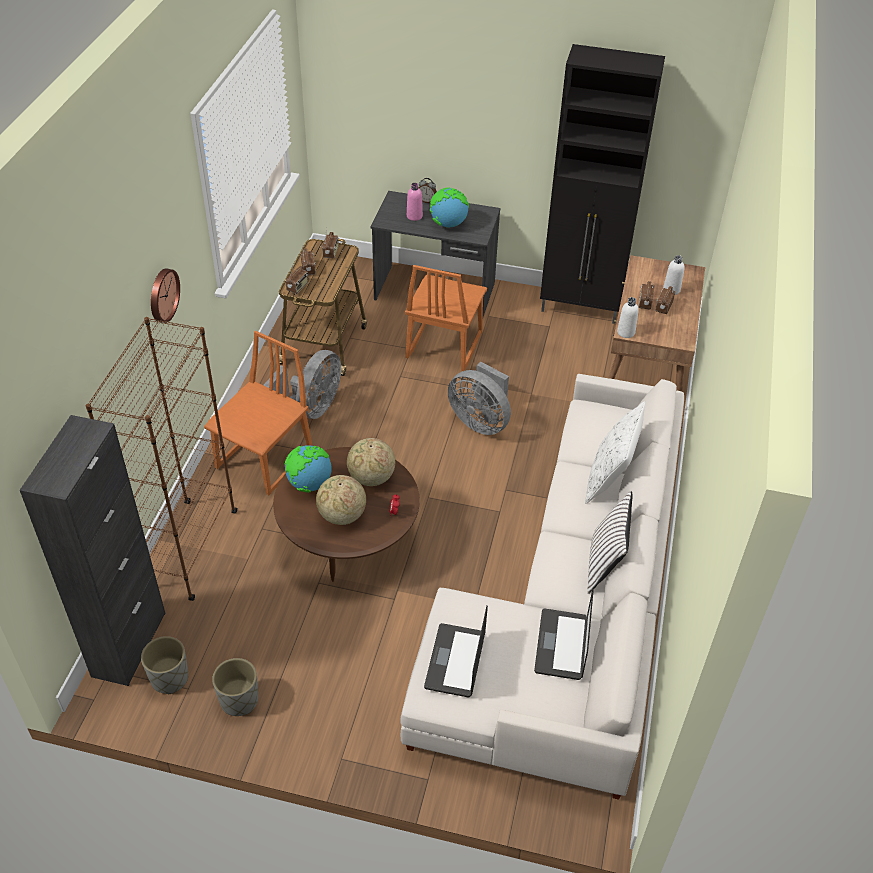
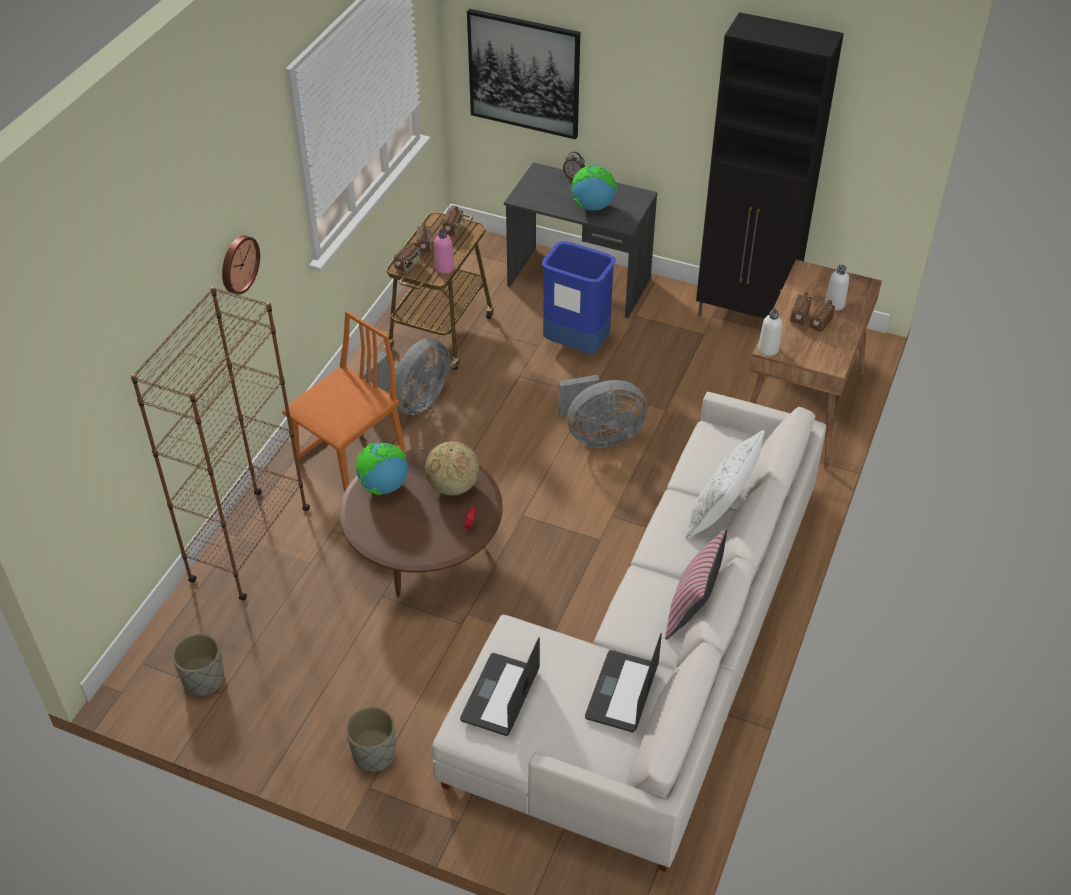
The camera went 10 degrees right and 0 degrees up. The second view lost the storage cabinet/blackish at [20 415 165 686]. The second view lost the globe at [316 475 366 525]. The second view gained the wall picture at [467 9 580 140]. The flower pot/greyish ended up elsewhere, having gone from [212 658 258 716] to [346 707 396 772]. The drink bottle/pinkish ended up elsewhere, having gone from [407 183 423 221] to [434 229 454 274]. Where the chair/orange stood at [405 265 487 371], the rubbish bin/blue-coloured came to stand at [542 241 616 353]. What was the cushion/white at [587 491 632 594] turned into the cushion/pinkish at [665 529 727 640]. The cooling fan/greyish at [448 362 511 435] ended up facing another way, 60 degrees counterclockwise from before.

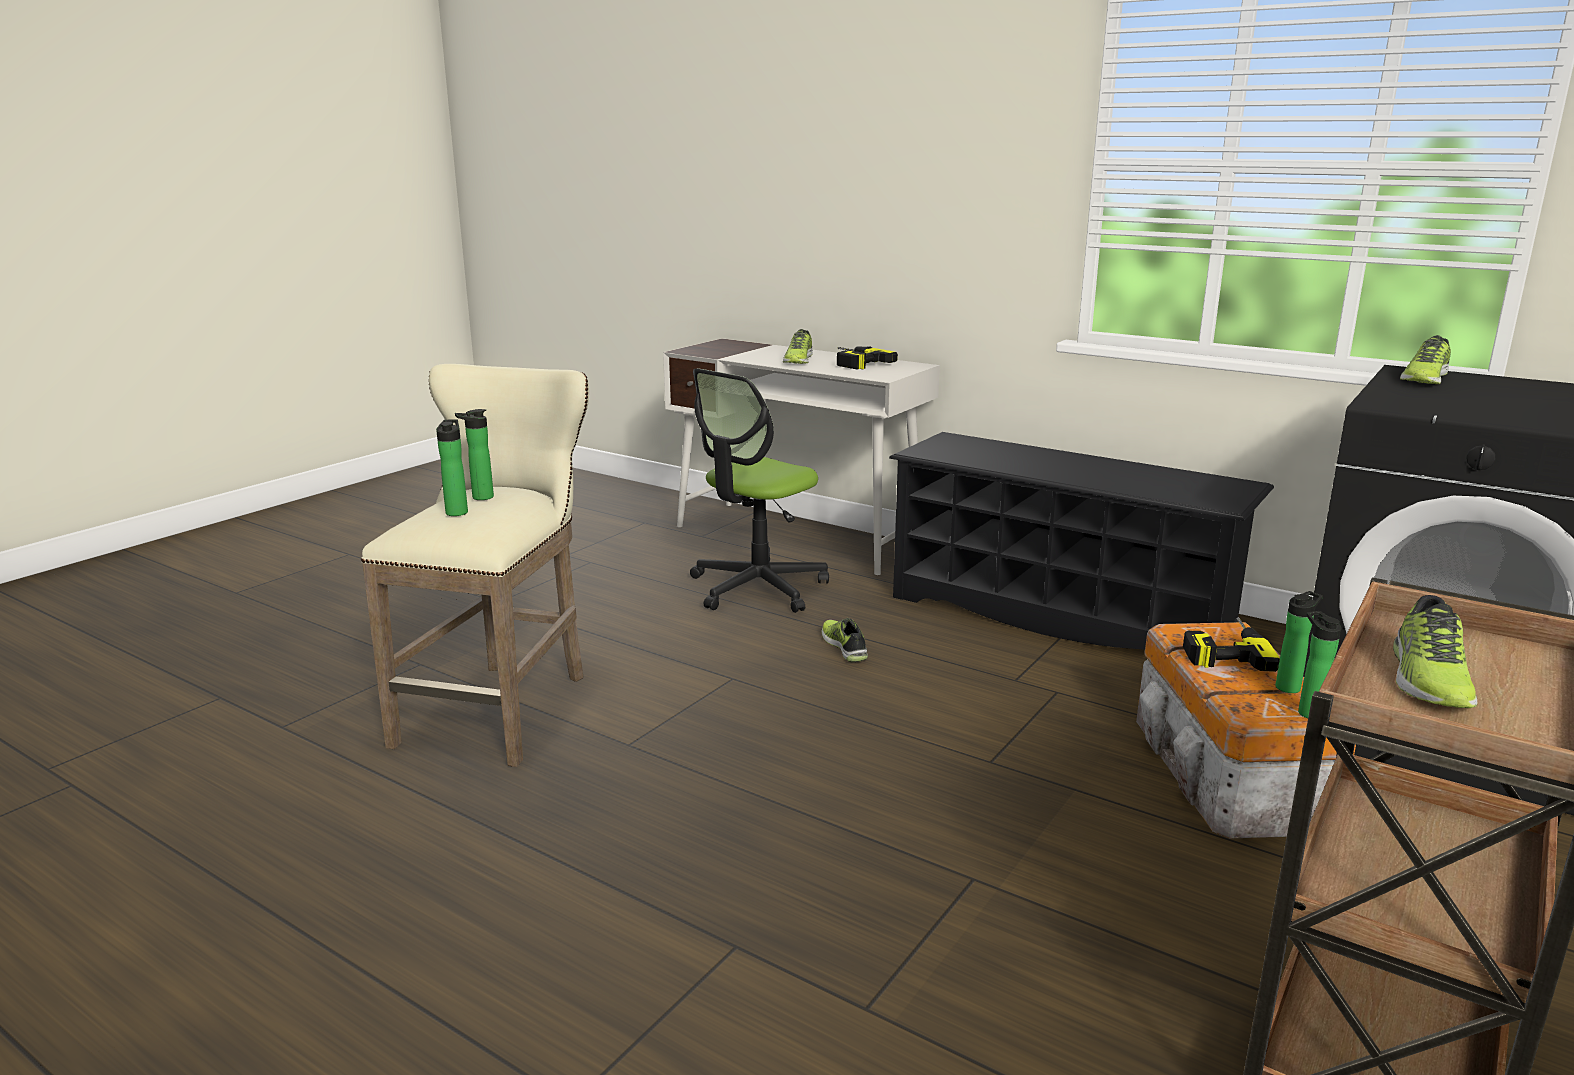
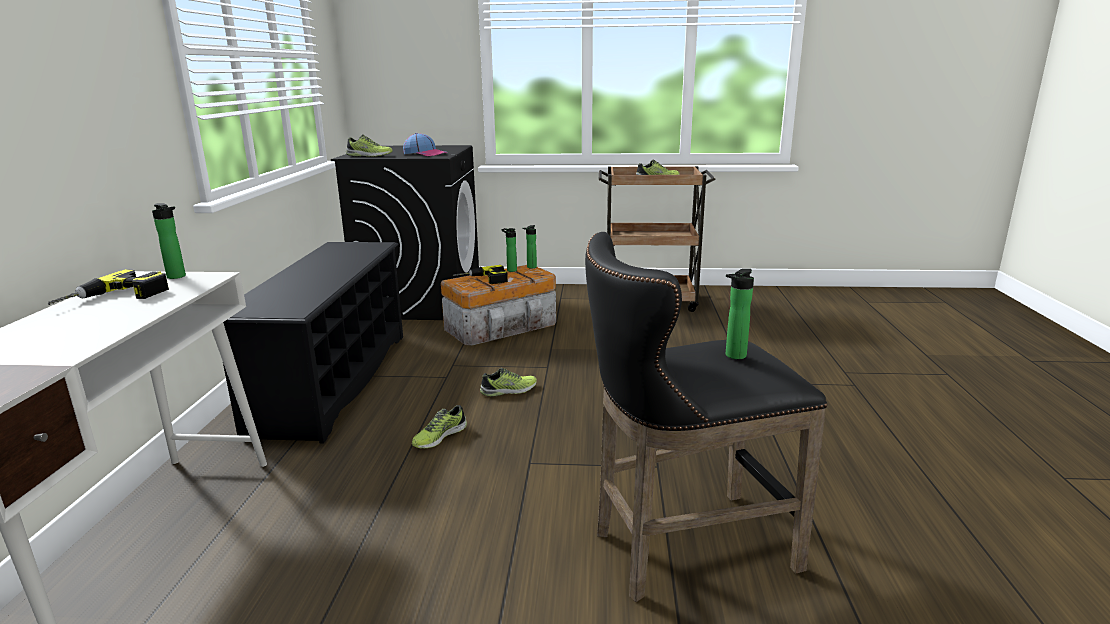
The camera went 120 degrees left and 0 degrees up. The second view lost the desk chair at [690 368 829 613]. The second view gained the cap at [403 133 448 156]. The drink bottle ended up elsewhere, having gone from [455 409 494 500] to [152 203 186 279]. The item of footwear ended up elsewhere, having gone from [783 329 813 364] to [480 368 537 397]. What was the sitting stool/beige at [361 364 589 767] turned into the sitting stool/blackish at [585 232 827 602].

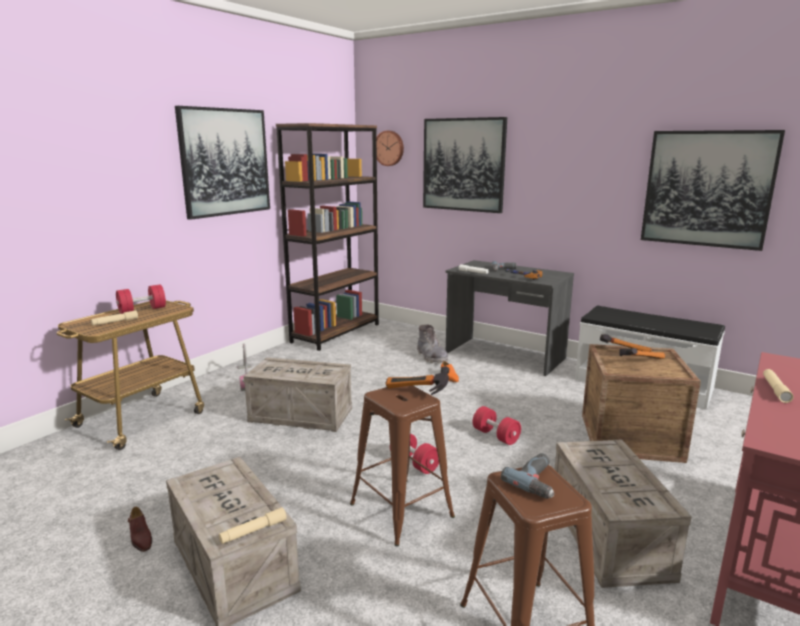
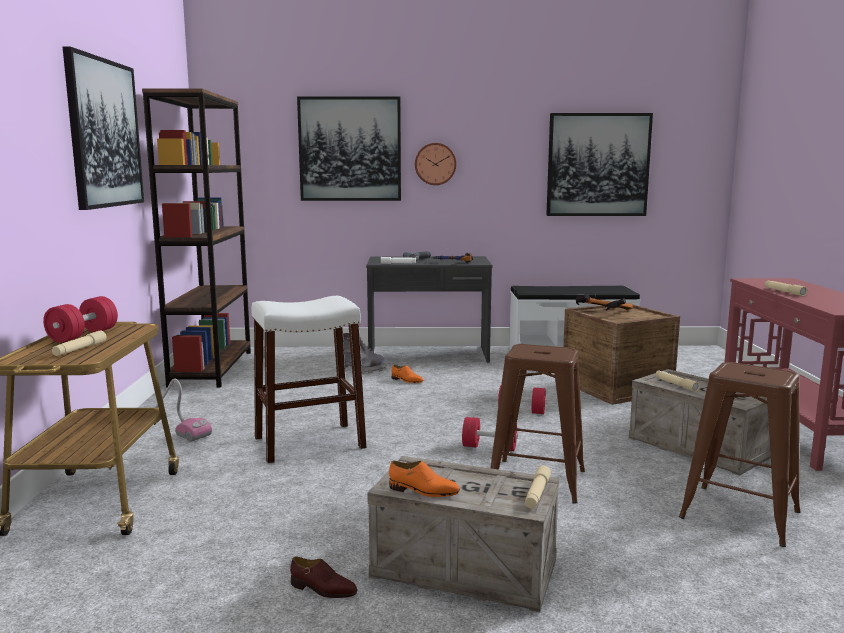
The camera went 35 degrees left and 5 degrees down. The second view lost the hand hammer at [385 366 450 395]. The second view lost the drill at [501 453 554 499]. The second view gained the item of footwear/orange at [389 461 460 497]. The second view gained the torch/beige at [655 371 700 392]. The hanging clock ended up elsewhere, having gone from [377 131 404 166] to [415 143 456 185]. Where the packing crate stood at [243 357 352 432], the sitting stool/white came to stand at [251 296 367 464].

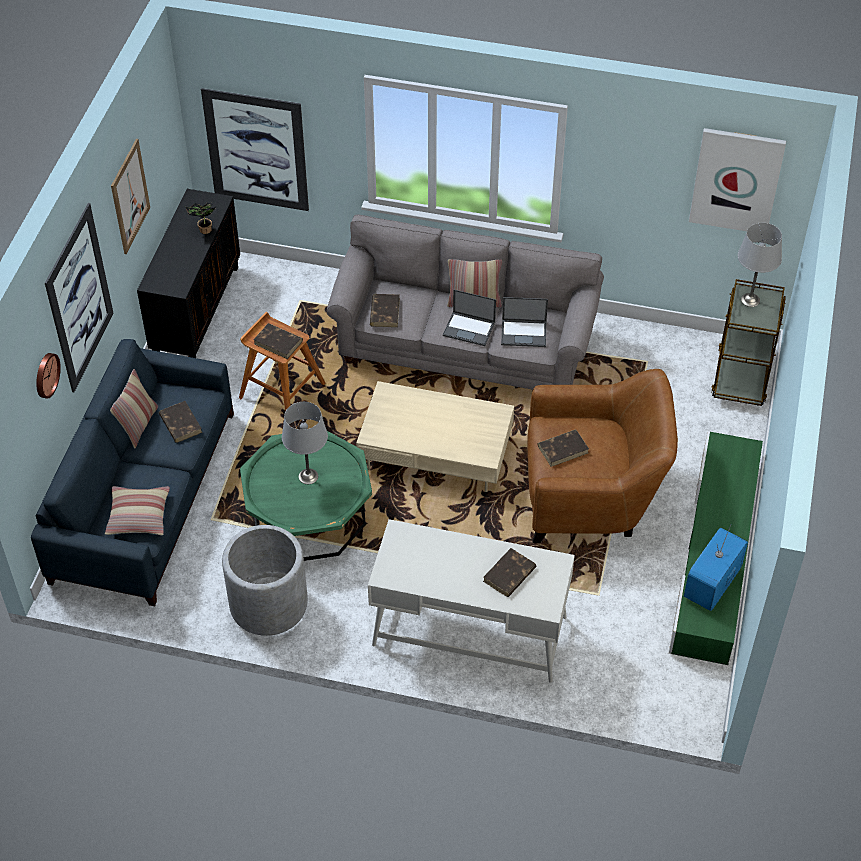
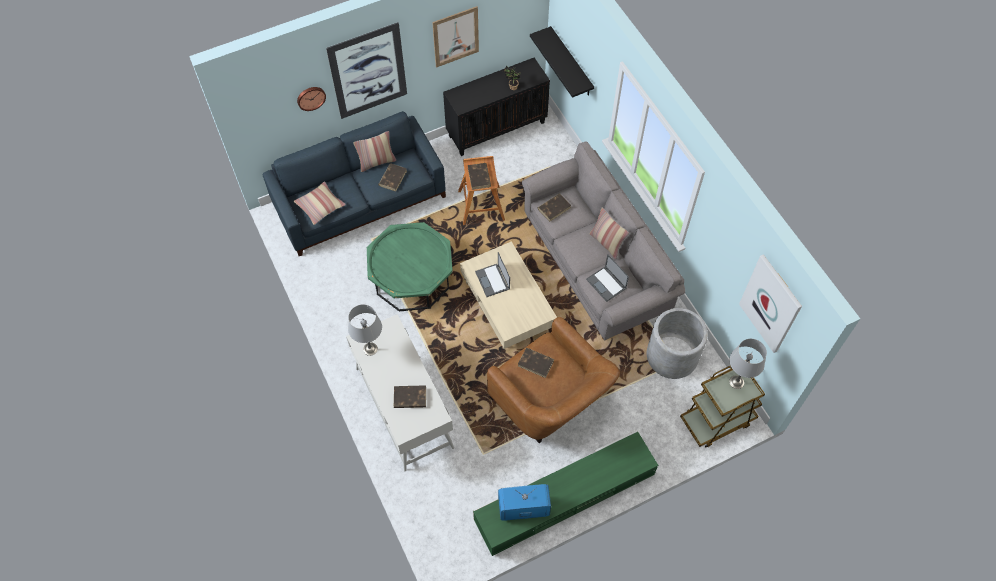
The camera went 50 degrees right and 10 degrees up. The flower pot/greyish ended up elsewhere, having gone from [222 525 308 636] to [647 308 708 379]. The table lamp/greyish ended up elsewhere, having gone from [282 402 328 484] to [348 304 382 356]. The notebook computer ended up elsewhere, having gone from [443 290 496 346] to [475 252 510 297]. Where the wall picture hung at [201 88 309 211], the bracket shelf/blackish came to hang at [530 26 594 98].

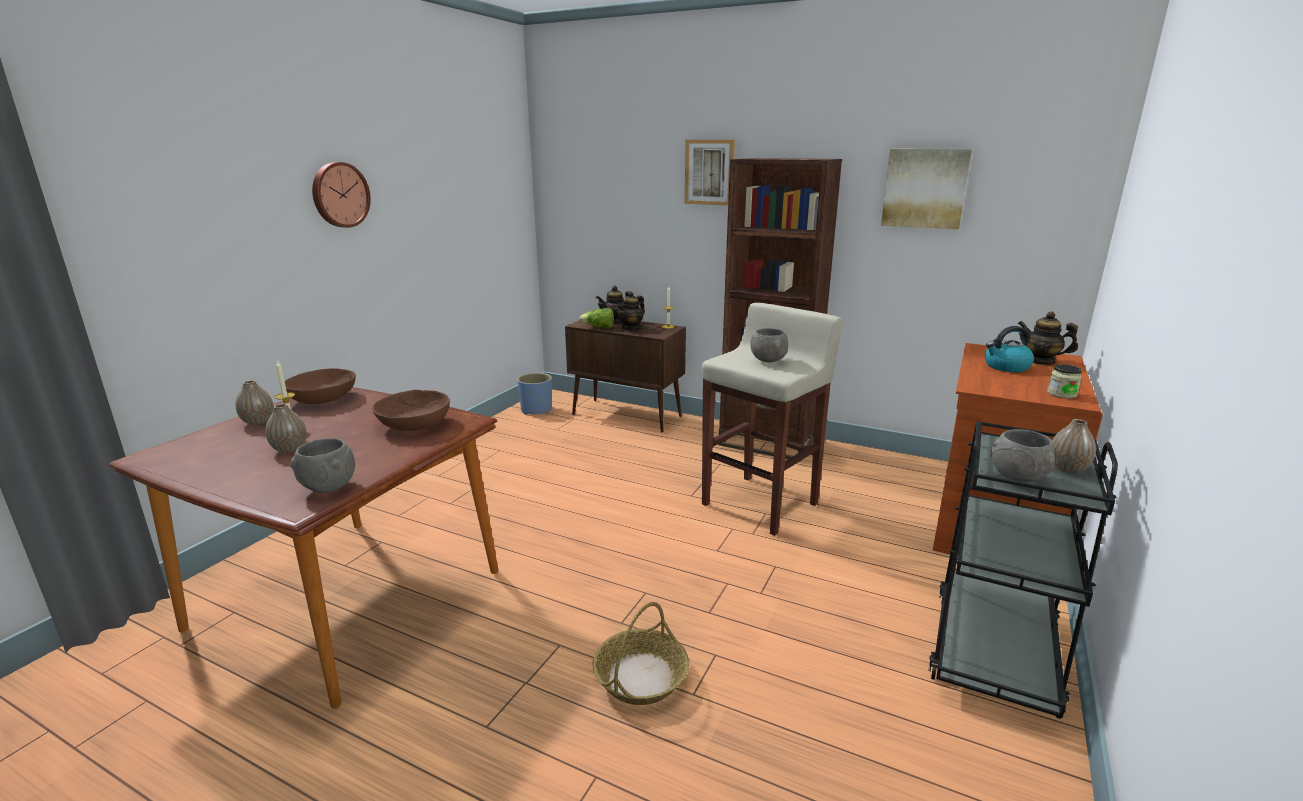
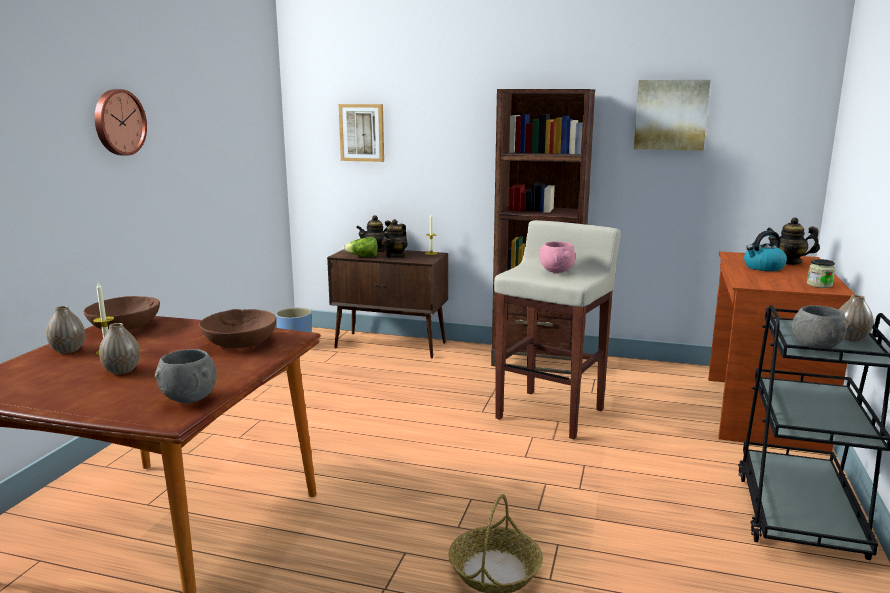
The camera went 10 degrees left and 5 degrees down. The wall picture ended up elsewhere, having gone from [685 140 735 205] to [339 104 384 162]. What was the bowl/greyish at [750 328 788 363] turned into the bowl/pinkish at [539 242 575 273].

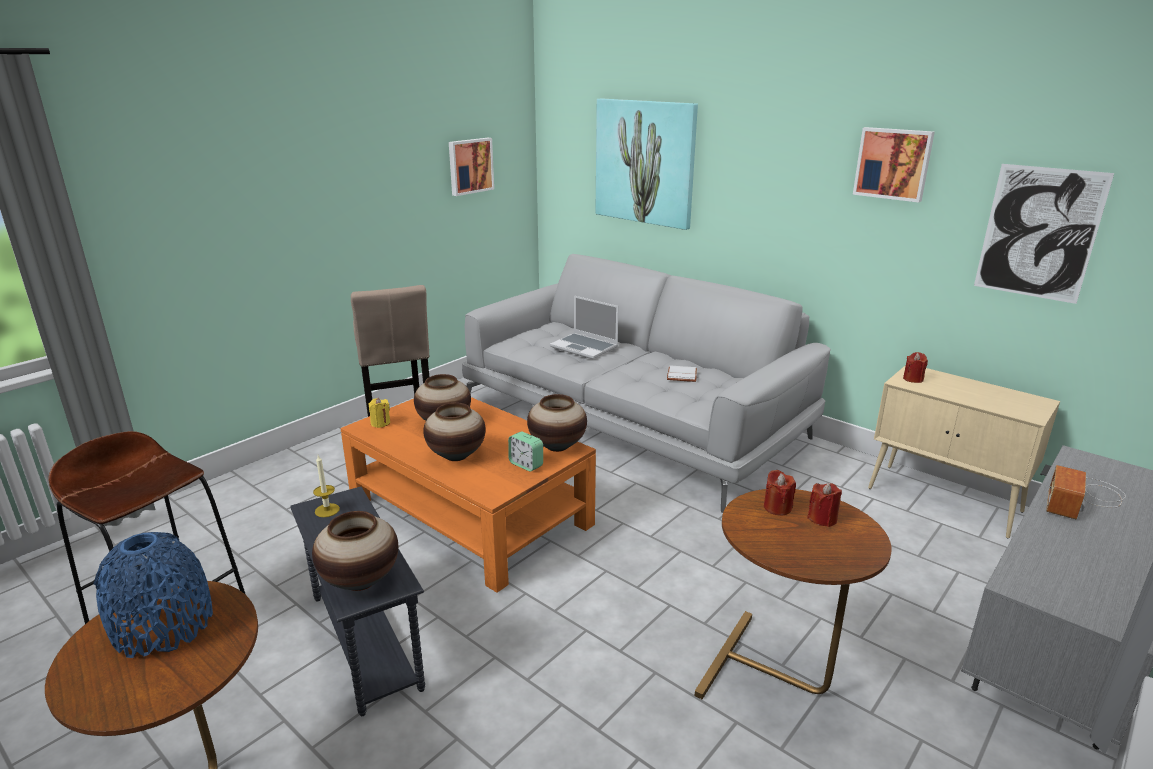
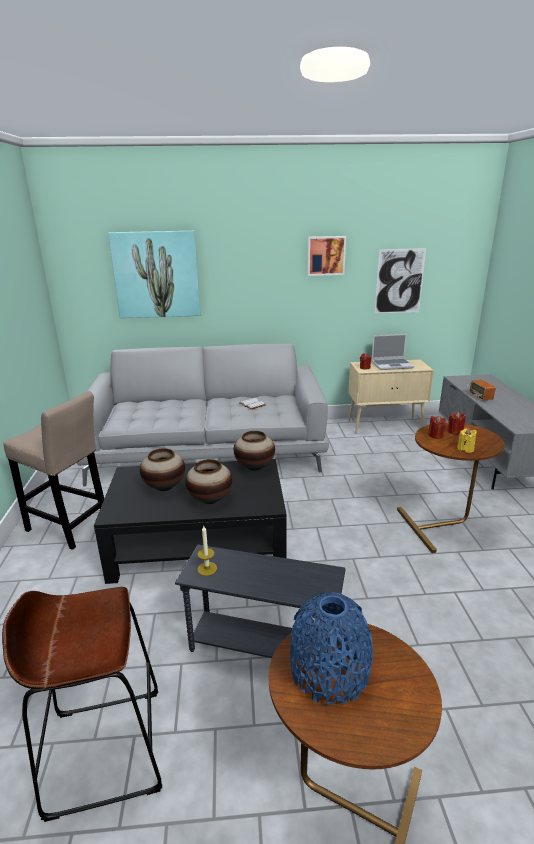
The camera went 45 degrees left and 0 degrees up. The second view lost the vase at [312 511 398 591]. The second view lost the wall picture at [449 138 494 196]. The second view lost the alarm clock at [508 431 543 472]. The wax candle/yellowish ended up elsewhere, having gone from [369 398 390 428] to [457 428 477 453]. The notebook computer ended up elsewhere, having gone from [550 296 618 359] to [371 334 414 370]. What was the coffee table/orange at [340 397 596 593] turned into the coffee table/blackish at [94 459 287 584].

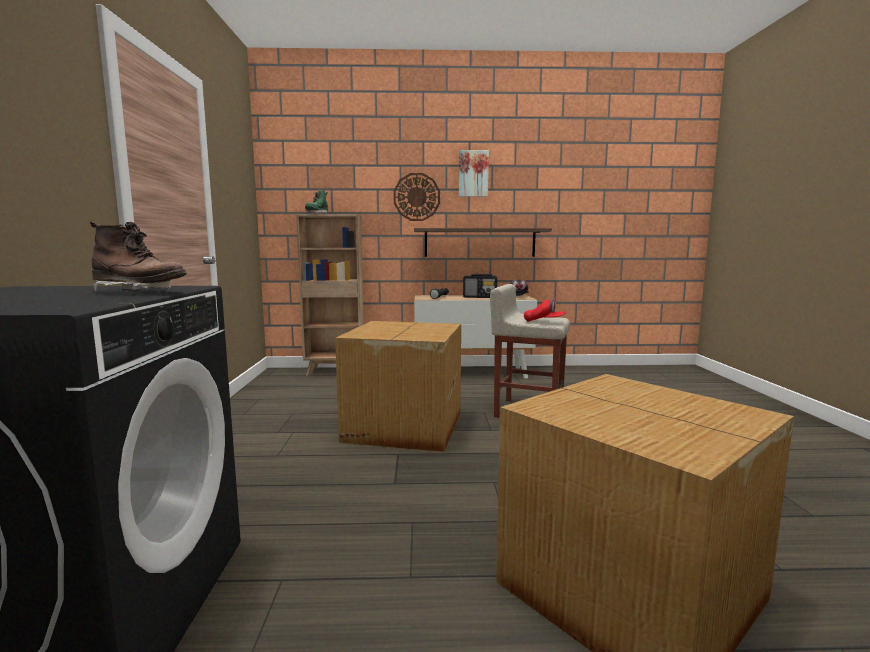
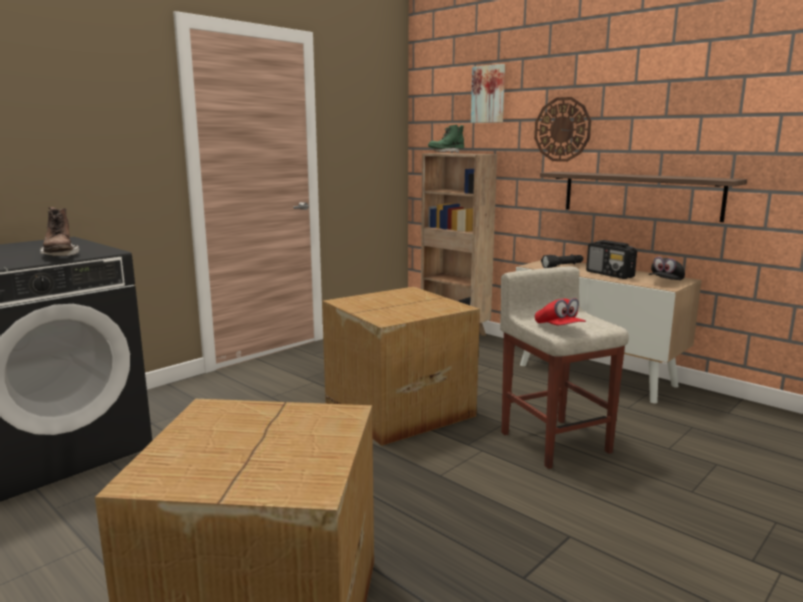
The camera went 45 degrees right and 5 degrees up. The wall picture ended up elsewhere, having gone from [459 150 489 197] to [471 64 505 123].

